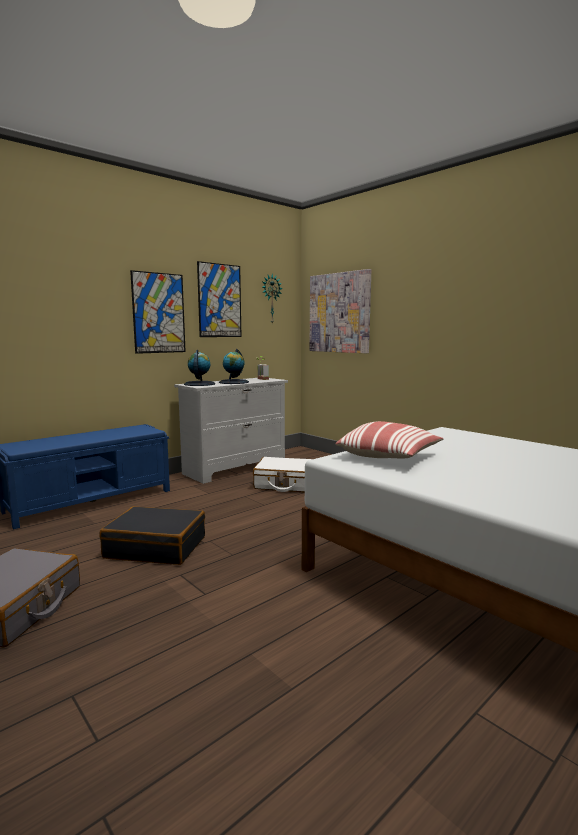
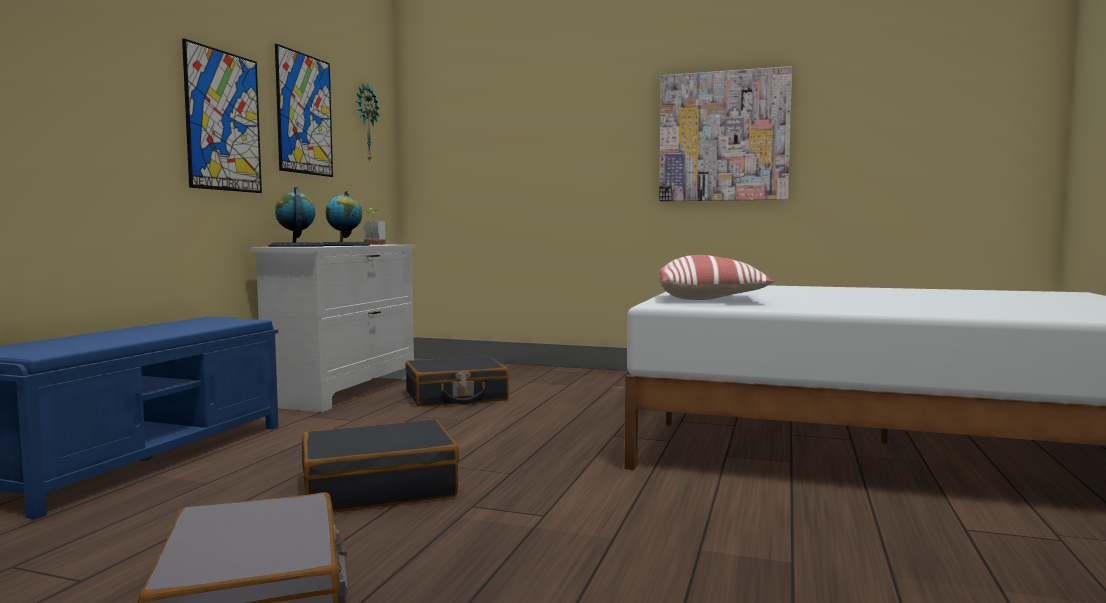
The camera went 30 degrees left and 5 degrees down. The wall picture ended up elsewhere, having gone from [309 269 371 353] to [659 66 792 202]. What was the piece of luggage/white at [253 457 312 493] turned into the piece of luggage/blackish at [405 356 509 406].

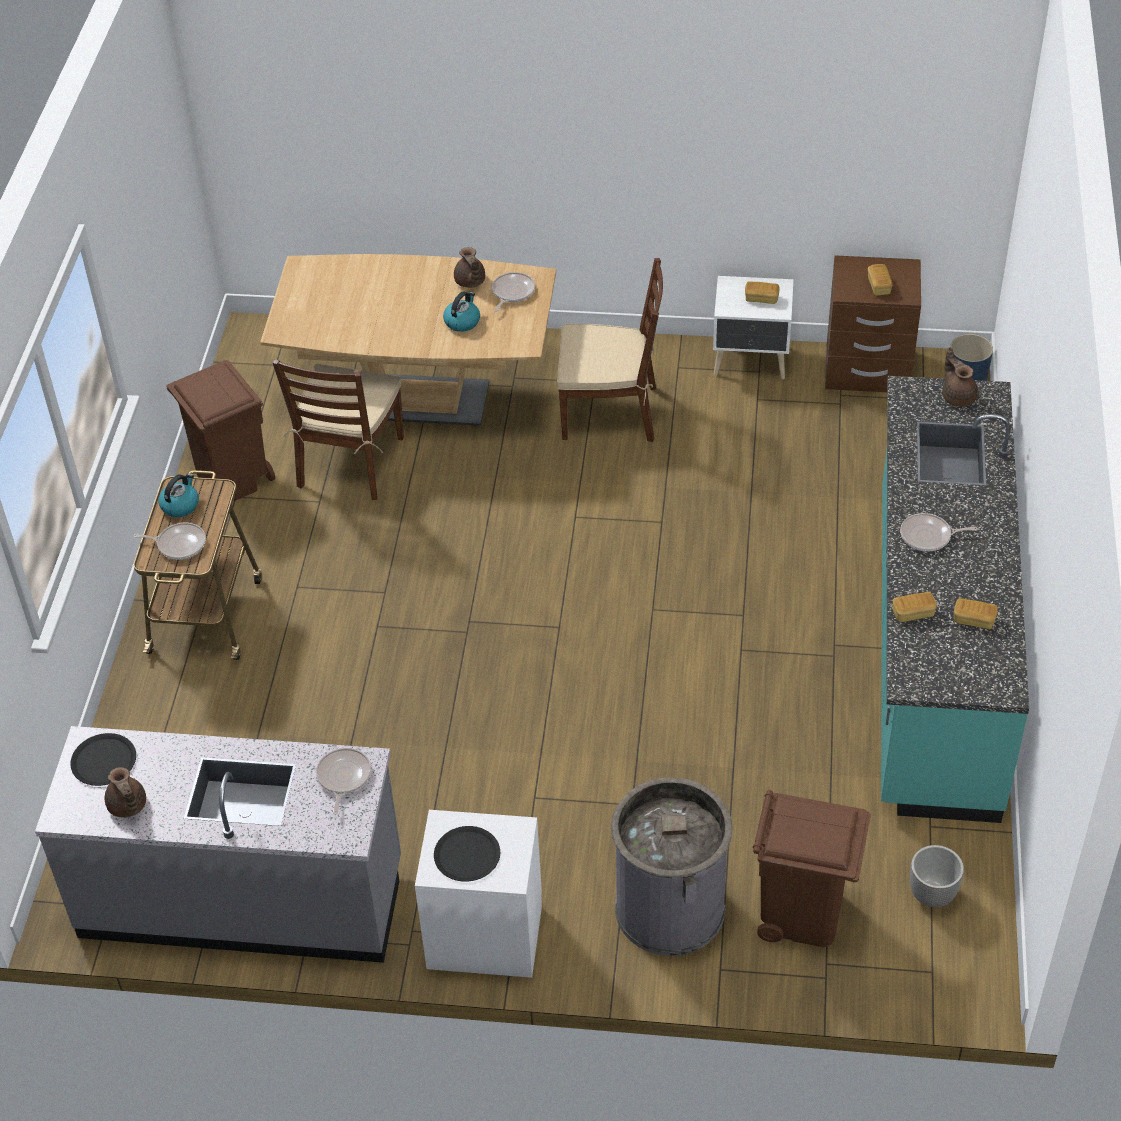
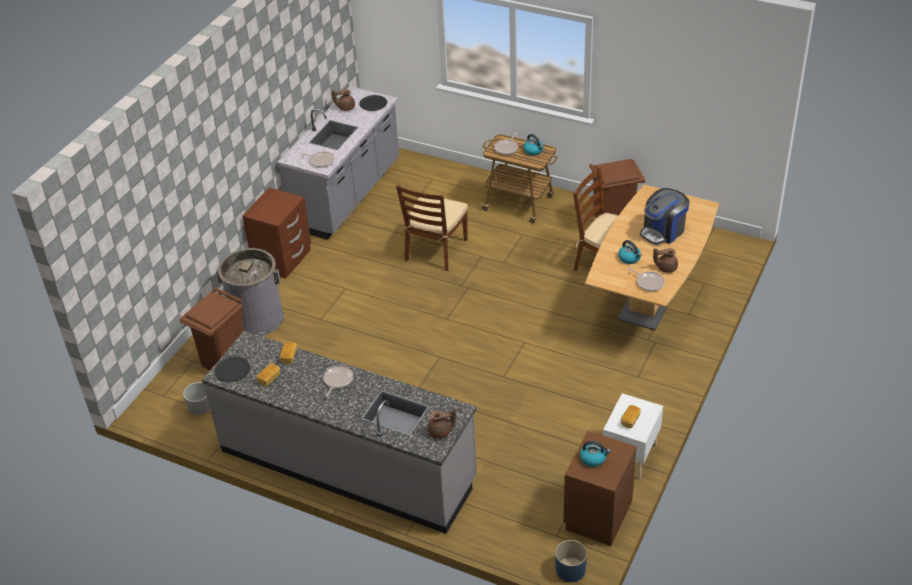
The camera went 110 degrees right and 5 degrees down. The second view gained the coffee brewer at [640 188 690 245]. The dinner plate/blackish ended up elsewhere, having gone from [434 826 500 882] to [214 357 250 382]. The chair/brownish ended up elsewhere, having gone from [557 258 663 442] to [396 185 468 271]. Where the bread stood at [868 264 893 296], the kettle came to stand at [580 441 611 467]. What was the bedside table/white at [415 810 542 978] turned into the bedside table/brownish at [242 188 311 279]. What was the counter/blue-green at [881 376 1029 823] turned into the counter/greyish at [202 331 477 534].

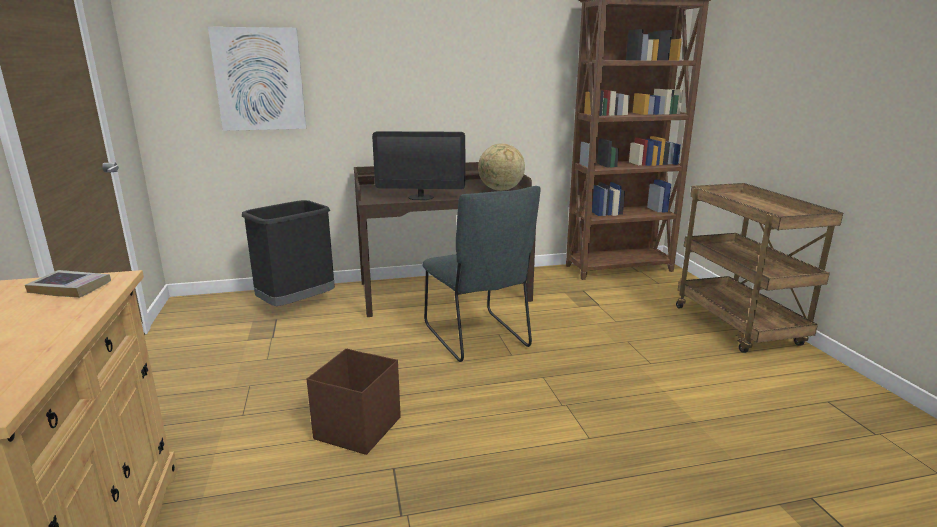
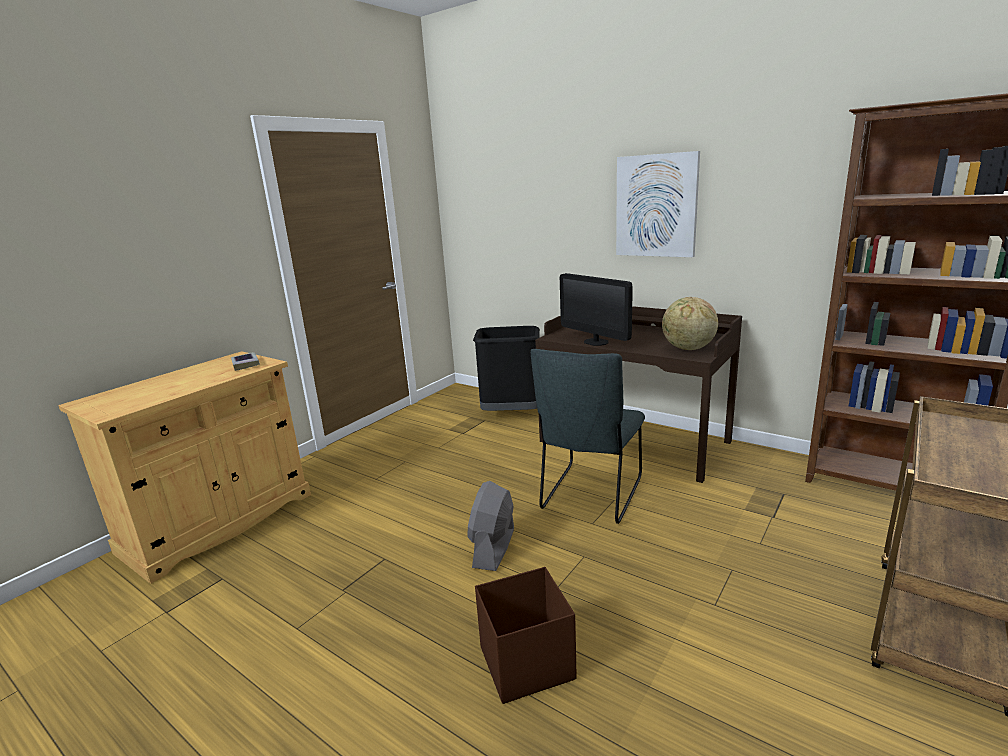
The camera went 50 degrees right and 0 degrees up. The second view gained the cooling fan/greyish at [468 481 514 571]. The wall picture ended up elsewhere, having gone from [208 27 306 131] to [616 151 700 257]. The storage box/brownish ended up elsewhere, having gone from [307 348 401 455] to [475 567 577 704].

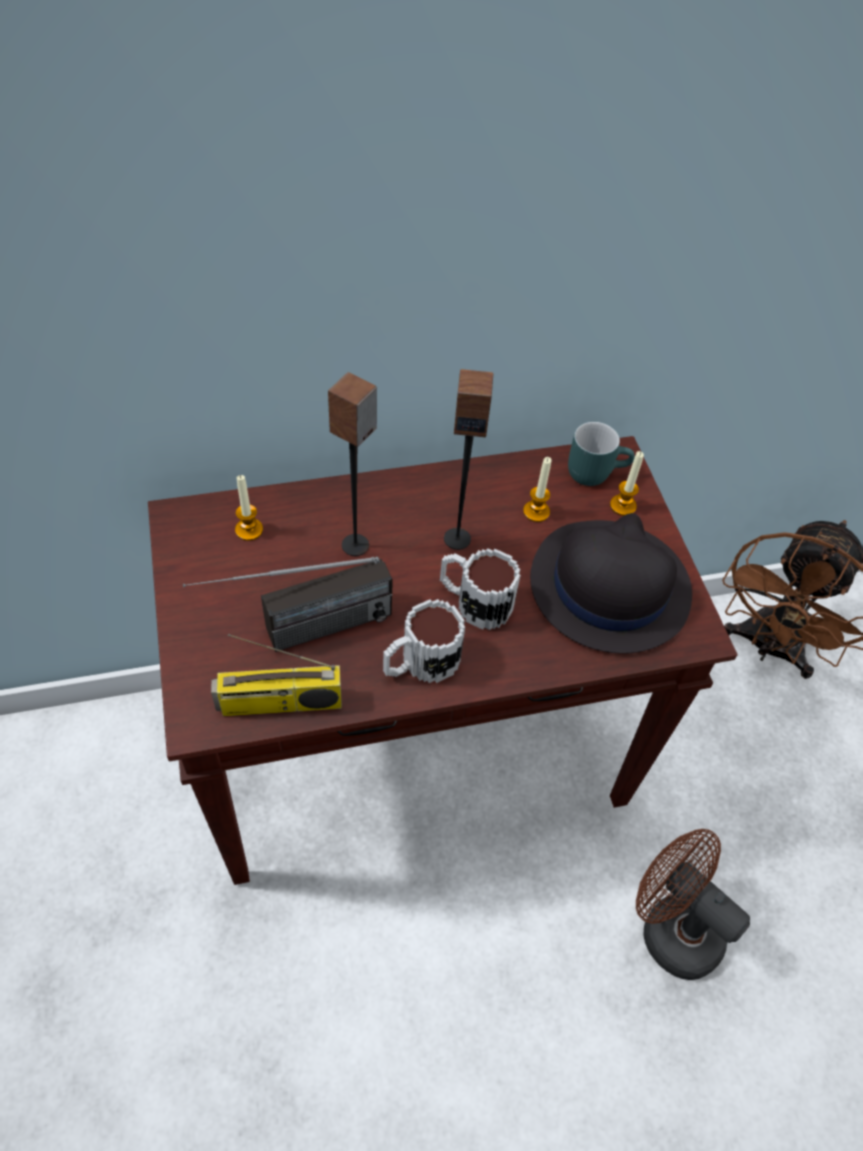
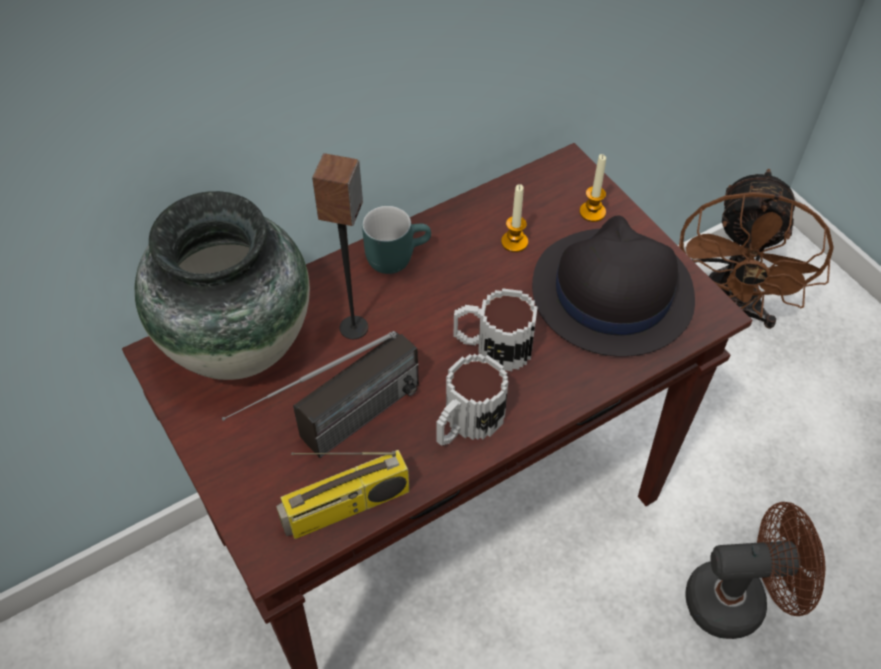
The camera went 15 degrees left and 0 degrees up. The second view lost the loudspeaker at [444 369 493 550]. The coffee mug/blue-green ended up elsewhere, having gone from [568 422 635 486] to [362 206 431 274]. Where the wax candle stood at [235 475 263 541], the vase came to stand at [135 191 310 380]. The cooling fan/brownish at [636 829 750 980] ended up facing another way, 150 degrees clockwise from before.

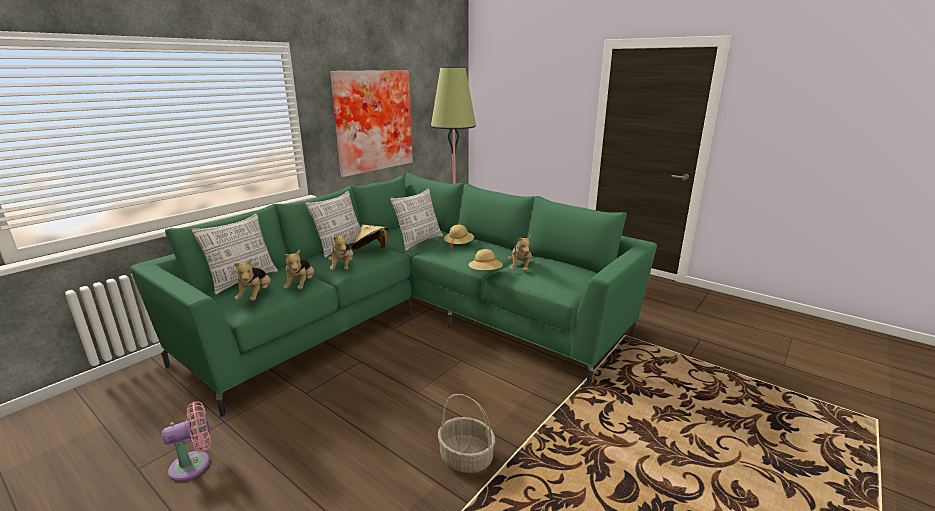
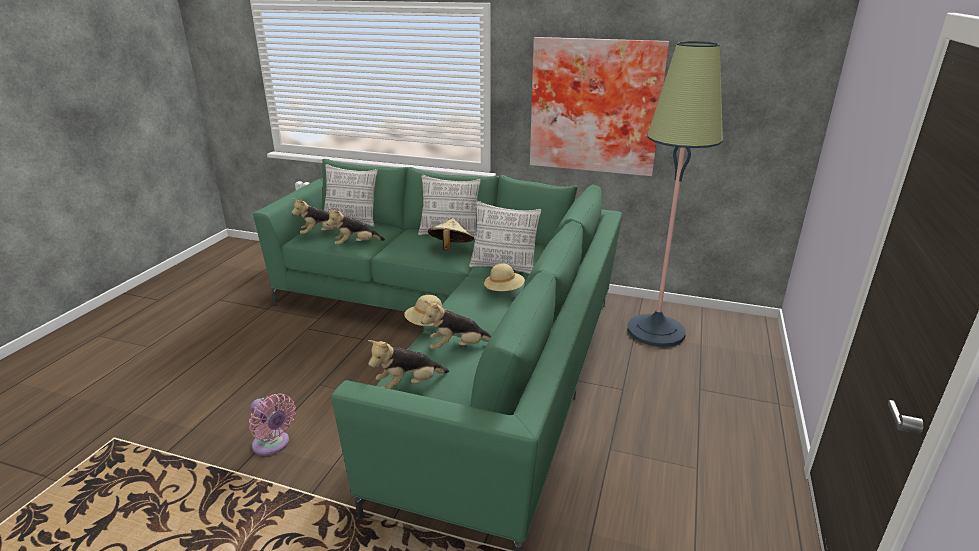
The camera went 70 degrees right and 5 degrees up. The second view lost the basket at [438 394 495 473]. The cooling fan/pinkish ended up elsewhere, having gone from [162 401 211 482] to [249 393 296 456]. The plush toy ended up elsewhere, having gone from [328 233 353 270] to [368 340 449 389].

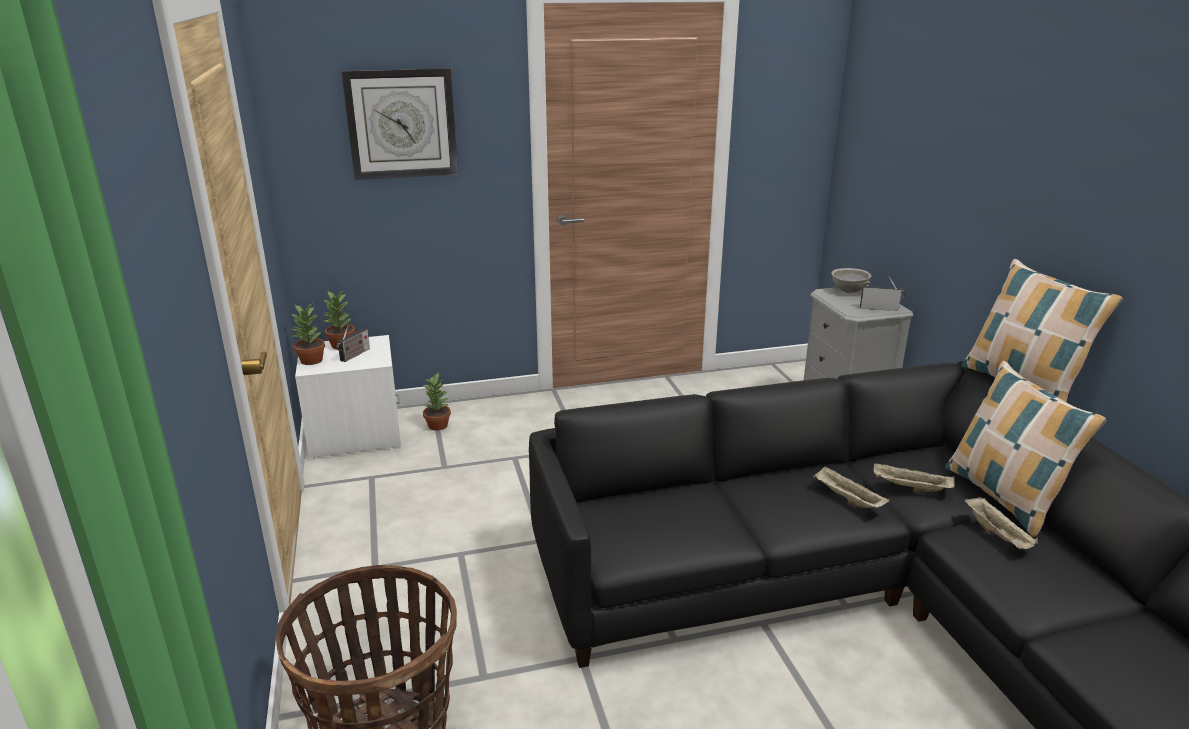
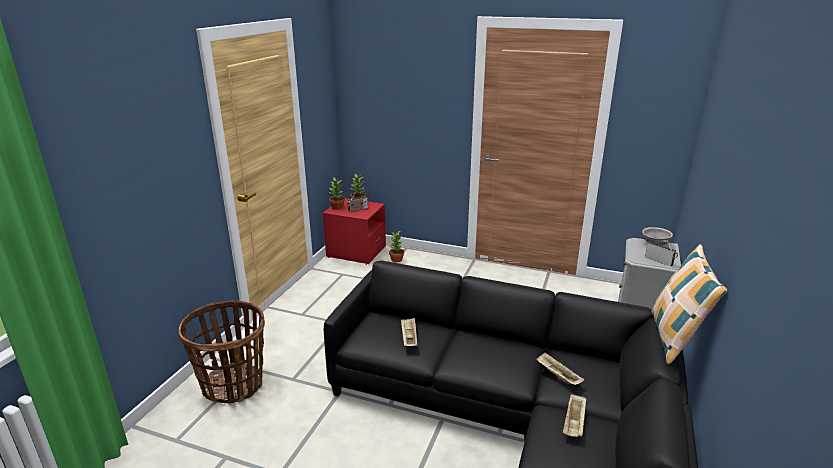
The camera went 35 degrees right and 0 degrees up. The second view lost the hanging clock at [341 68 458 180]. The second view lost the cushion at [945 361 1107 537]. The carrying tray/beige ended up elsewhere, having gone from [813 466 889 508] to [401 318 417 346]. What was the bedside table/white at [295 335 401 459] turned into the bedside table/reddish at [323 198 386 265].

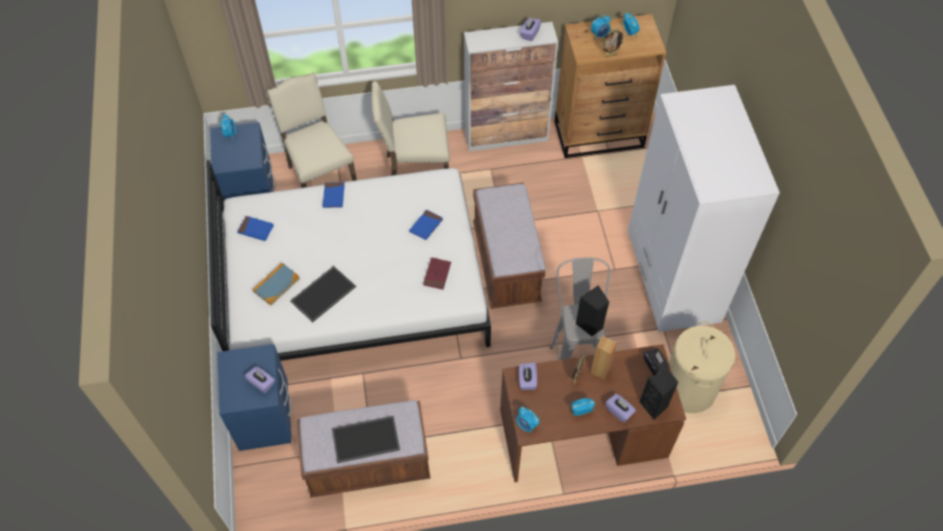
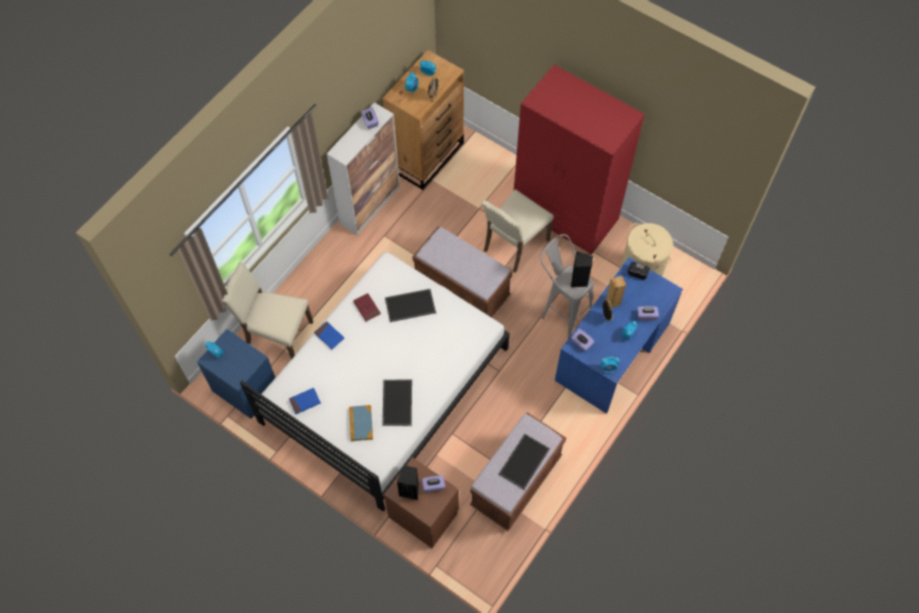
The camera went 45 degrees left and 5 degrees up. The chair/beige ended up elsewhere, having gone from [371 81 450 176] to [482 189 554 273]. The book/reddish ended up elsewhere, having gone from [423 257 451 290] to [353 293 381 321]. The loudspeaker/blackish ended up elsewhere, having gone from [639 370 678 420] to [397 465 419 500]. Where the book/blue-coloured stood at [409 210 443 240], the carrying tray came to stand at [385 289 436 322]. What was the bedside table/blue-coloured at [217 344 292 451] turned into the bedside table/brownish at [384 457 459 548]. What was the desk table/brownish at [500 344 686 482] turned into the desk table/blue-coloured at [555 257 683 414]. What was the wardrobe/white at [628 85 780 332] turned into the wardrobe/reddish at [514 65 645 255].

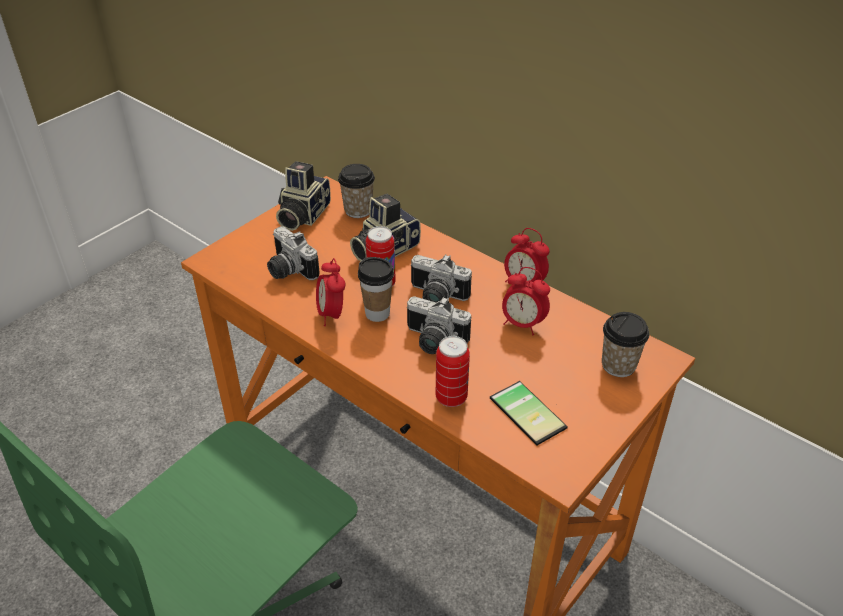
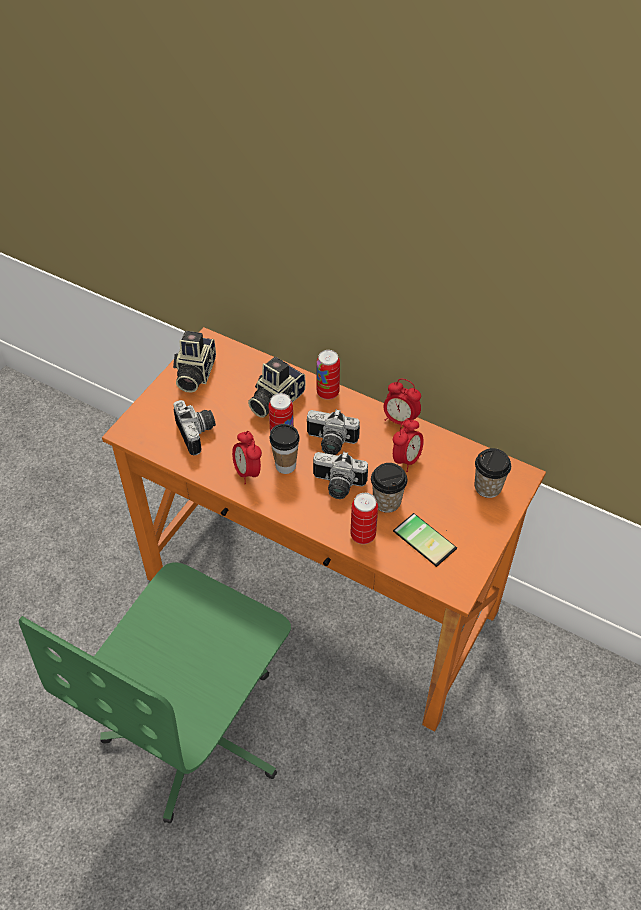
The camera went 10 degrees left and 10 degrees up. The second view gained the metal can at [316 350 340 400]. The small cup ended up elsewhere, having gone from [338 164 375 218] to [371 463 408 513]. The still camera at [267 227 320 280] ended up facing another way, 150 degrees counterclockwise from before. The alarm clock at [502 267 550 336] ended up facing another way, 75 degrees counterclockwise from before.

